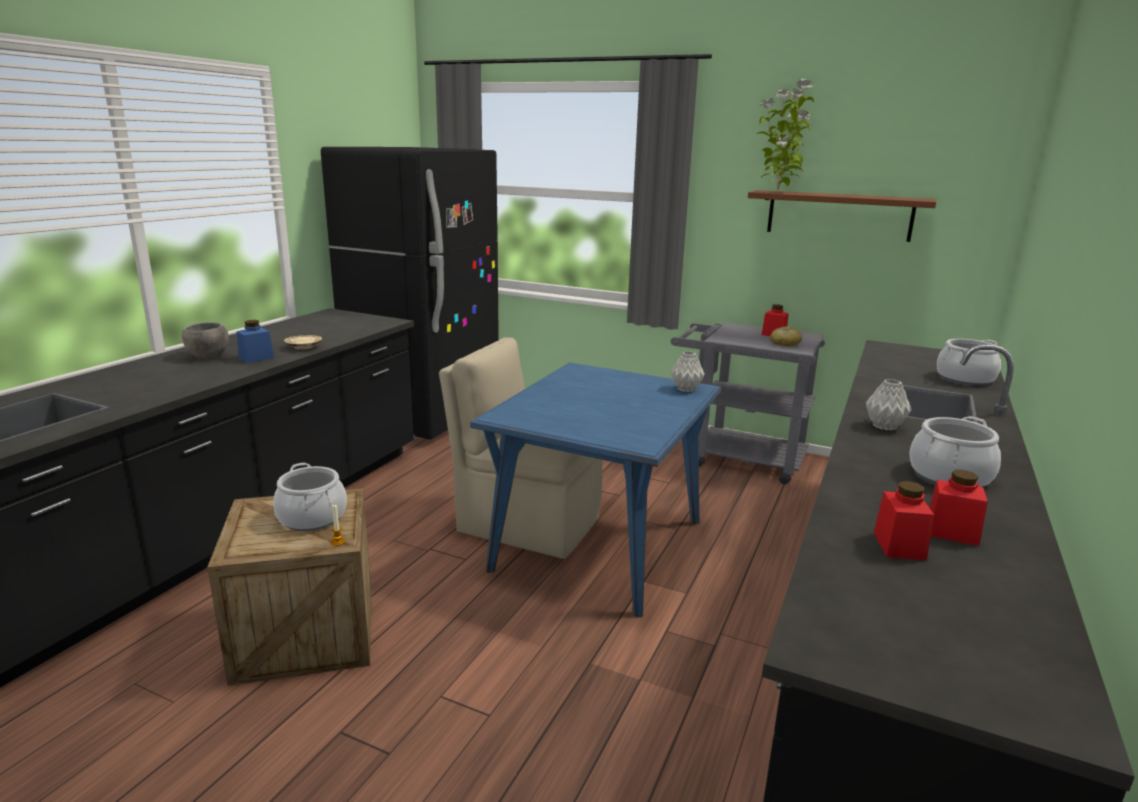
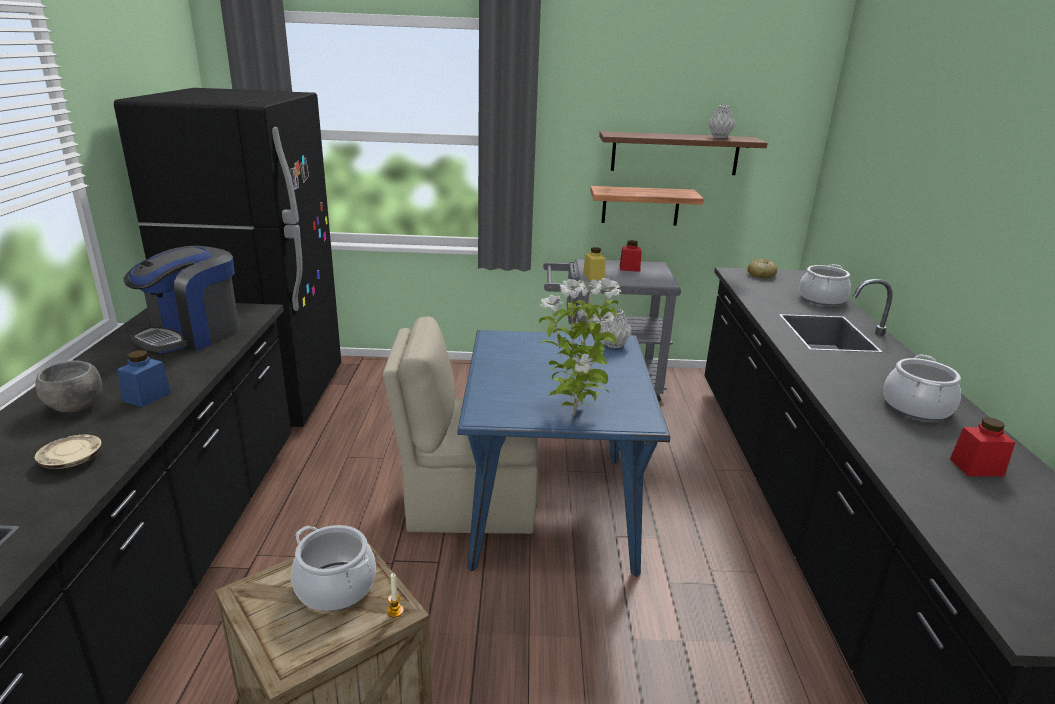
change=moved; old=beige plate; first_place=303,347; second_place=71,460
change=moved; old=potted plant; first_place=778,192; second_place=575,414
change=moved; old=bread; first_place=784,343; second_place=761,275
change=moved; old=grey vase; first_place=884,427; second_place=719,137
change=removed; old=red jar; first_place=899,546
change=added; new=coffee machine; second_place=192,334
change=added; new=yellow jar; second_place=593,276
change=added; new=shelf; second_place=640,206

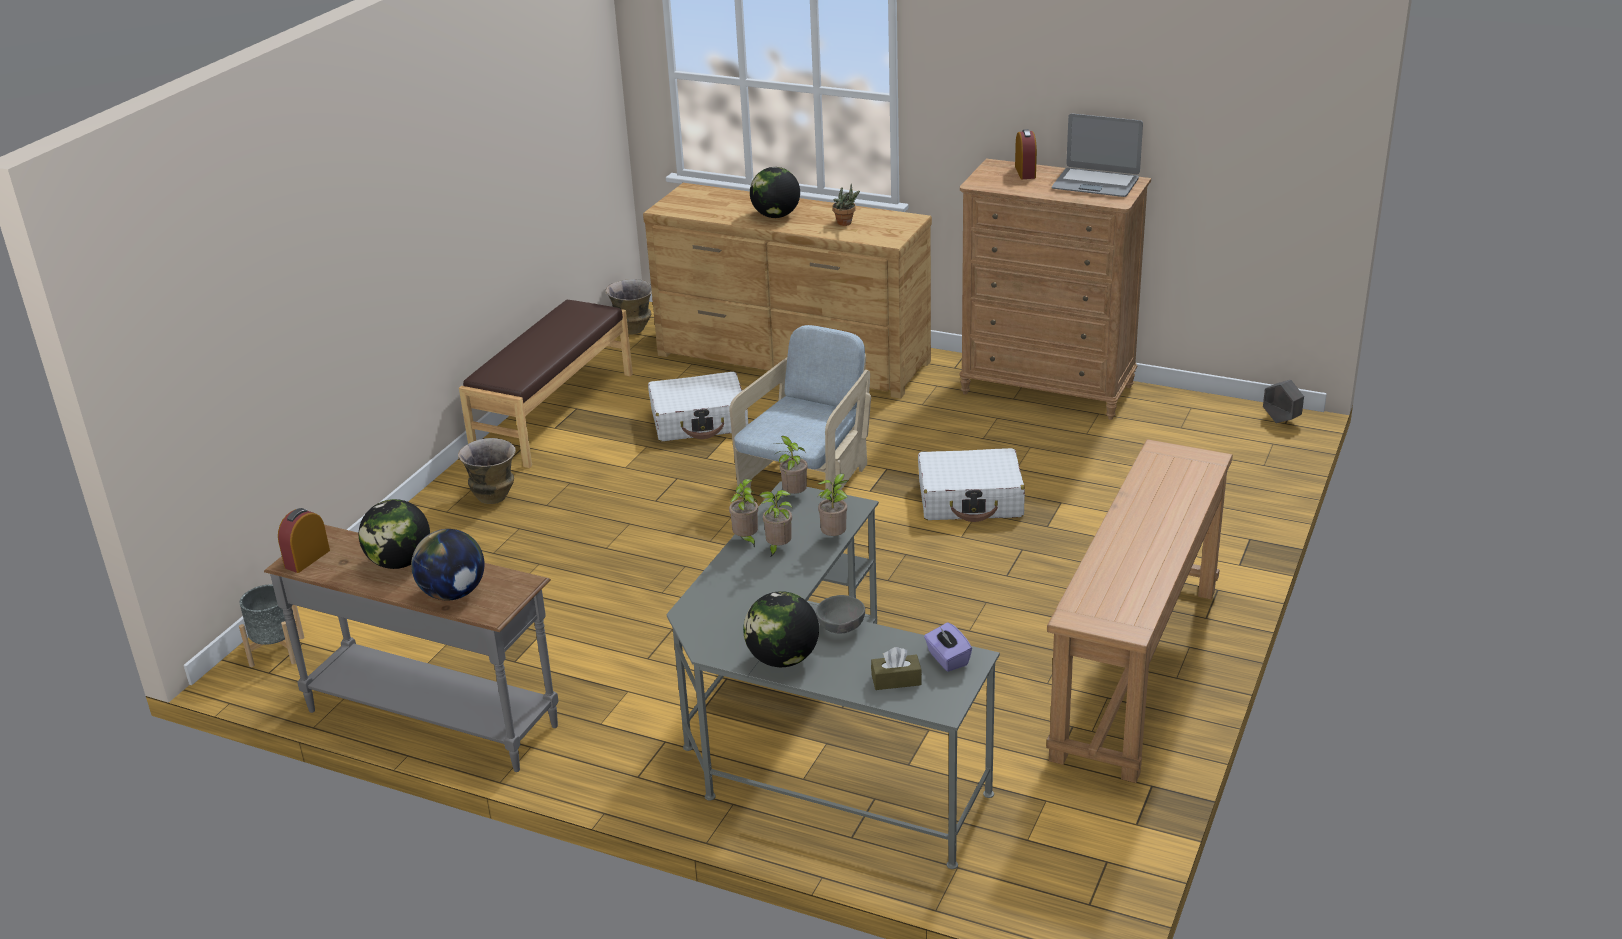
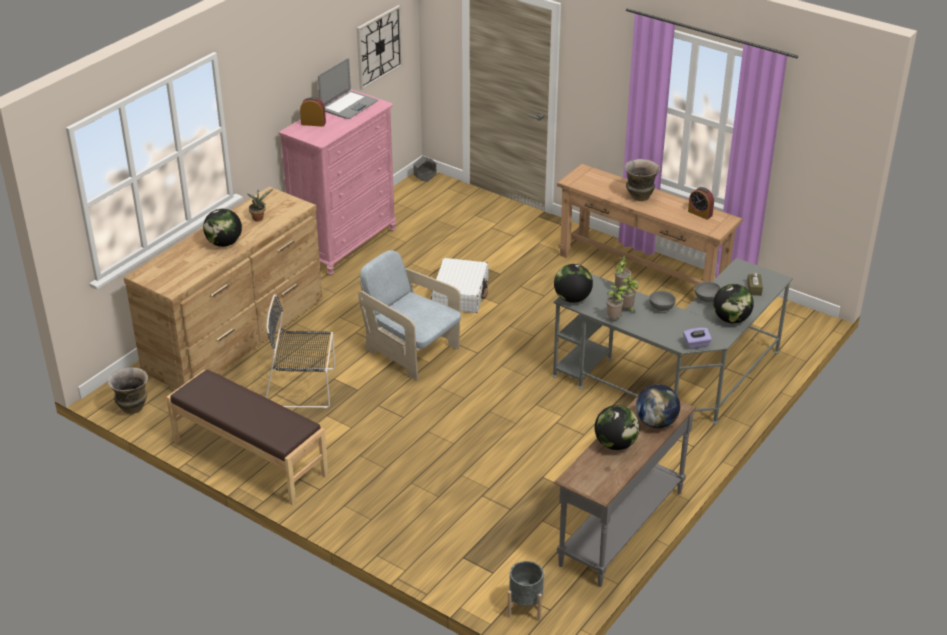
change=moved; old=alarm clock; first_place=307,559; second_place=700,213
change=moved; old=vase; first_place=494,497; second_place=639,196
change=replaced; old=white suitcase; new=black chair; first_place=699,421; second_place=303,388
change=replaced; old=potted plant; new=globe; first_place=793,496; second_place=572,299
change=moved; old=purple tissue box; first_place=947,659; second_place=696,344
change=recoloured; old=brown dresser; new=pink dresser; first_place=1047,389; second_place=345,245
change=added; new=wall clock; second_place=379,47
change=added; new=grey bowl; second_place=660,307

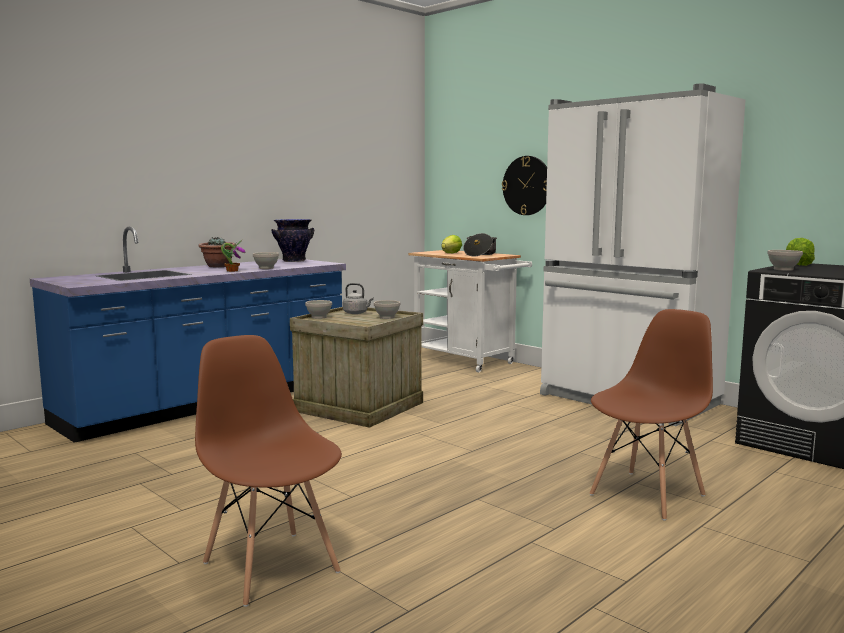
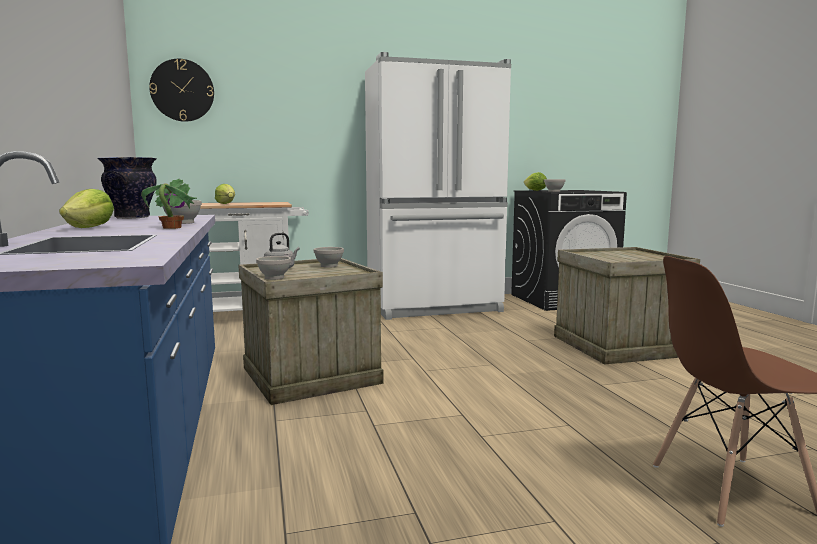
change=replaced; old=potted plant; new=lettuce; first_place=218,266; second_place=90,228
change=removed; old=cooking pot; first_place=480,254
change=moved; old=wall clock; first_place=527,185; second_place=182,90
change=replaced; old=brown chair; new=crate; first_place=648,495; second_place=619,345

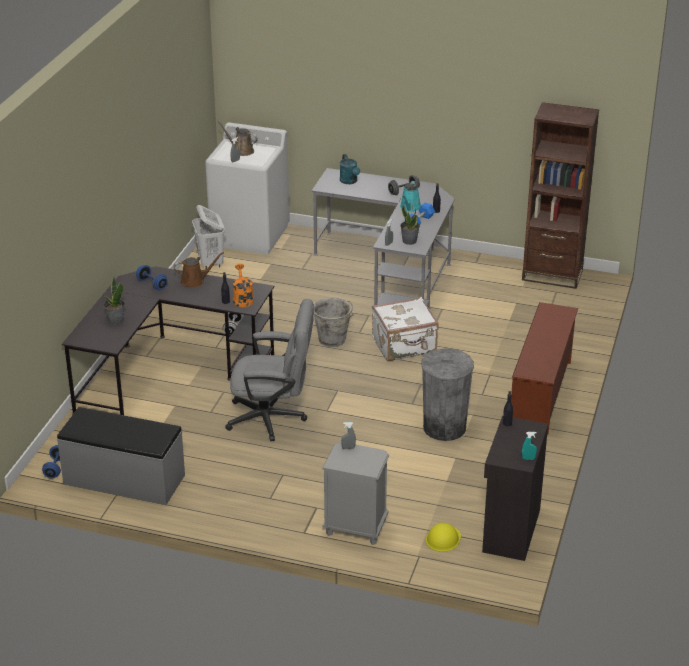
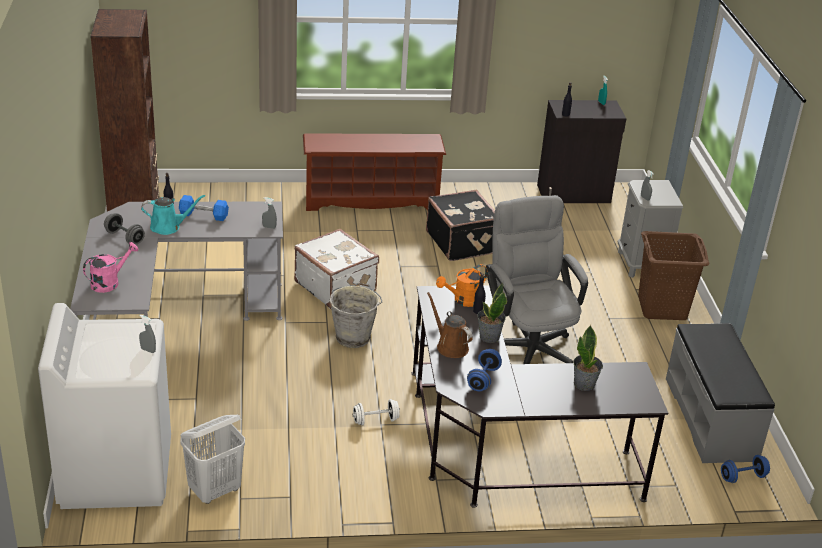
change=removed; old=brown watering can; first_place=241,151
change=recoloured; old=turquoise watering can; new=pink watering can; first_place=350,181; second_place=109,282
change=moved; old=potted plant; first_place=409,241; second_place=489,337
change=replaced; old=grey trash can; new=black suitcase; first_place=444,427; second_place=462,242
change=removed; old=yellow hard hat; first_place=443,538
change=added; new=brown laundry basket; second_place=662,308

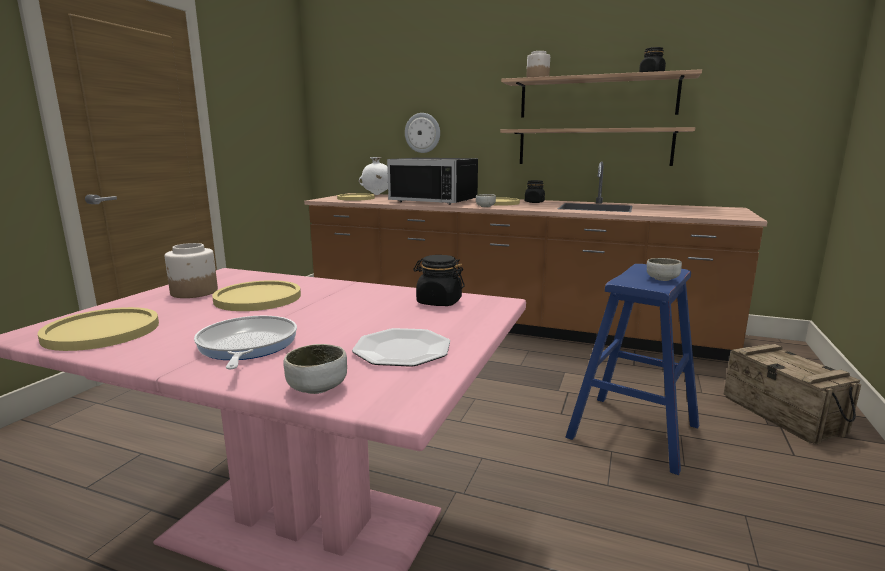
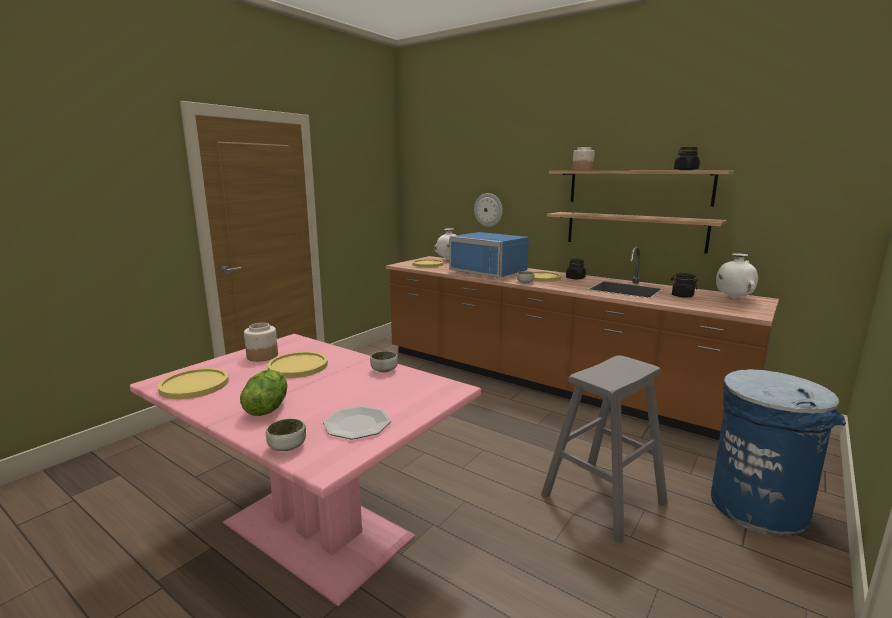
change=replaced; old=frying pan; new=lettuce; first_place=246,346; second_place=267,408
change=recoloured; old=black microwave; new=blue microwave; first_place=437,200; second_place=491,271
change=moved; old=black jar; first_place=438,302; second_place=682,296
change=recoloured; old=blue stool; new=grey stool; first_place=633,431; second_place=603,499
change=moved; old=bowl; first_place=662,279; second_place=384,370
change=replaced; old=crate; new=blue trash can; first_place=782,414; second_place=758,506
change=added; new=white vase; second_place=733,298

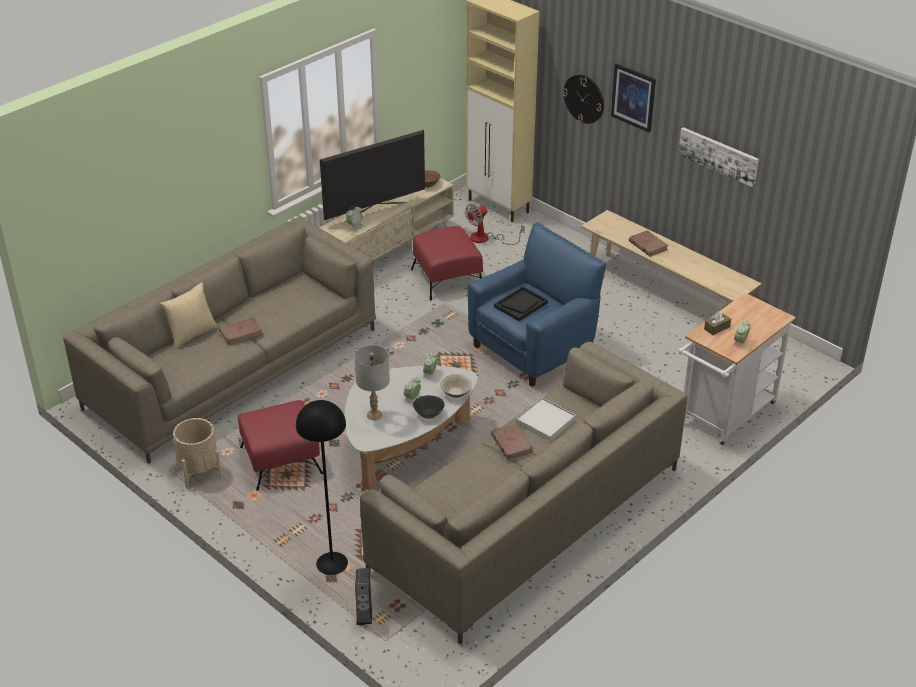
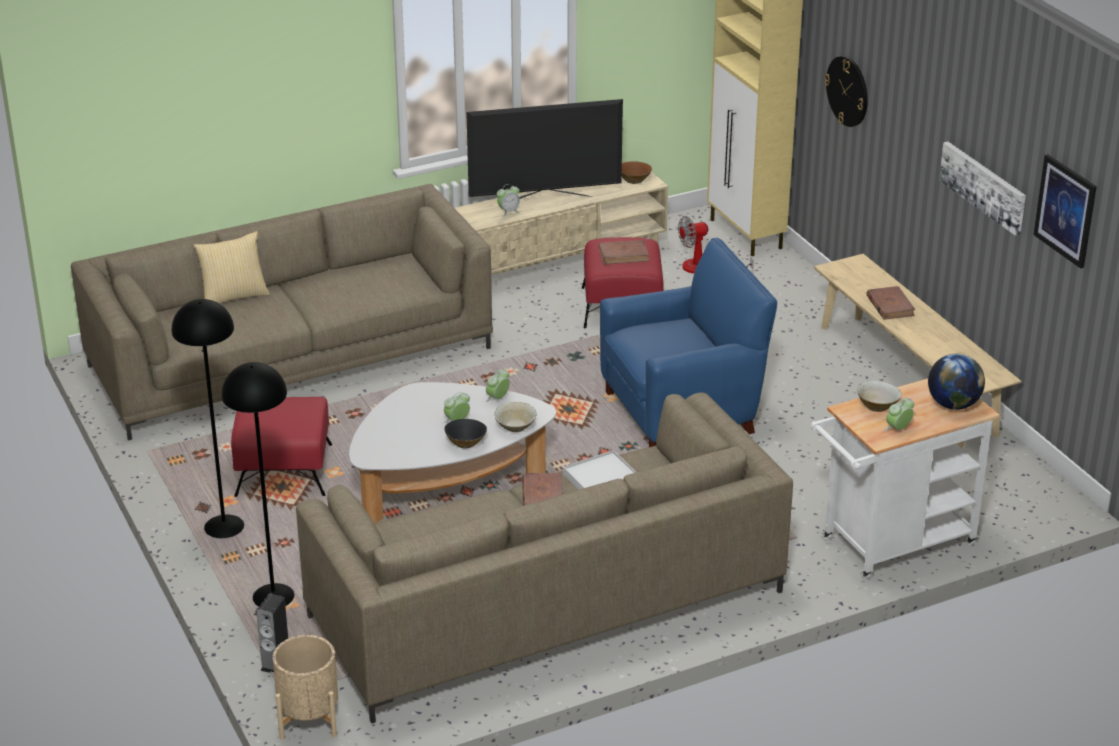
change=moved; old=beige planter; first_place=199,472; second_place=309,719
change=moved; old=brown book; first_place=241,333; second_place=624,255
change=removed; old=grey table lamp; first_place=374,415
change=removed; old=black tray; first_place=521,305
change=moved; old=picture; first_place=633,97; second_place=1065,210
change=replaced; old=brown tissue box; new=beige bowl; first_place=717,328; second_place=877,406
change=added; new=black floor lamp; second_place=223,527
change=added; new=globe; second_place=953,404

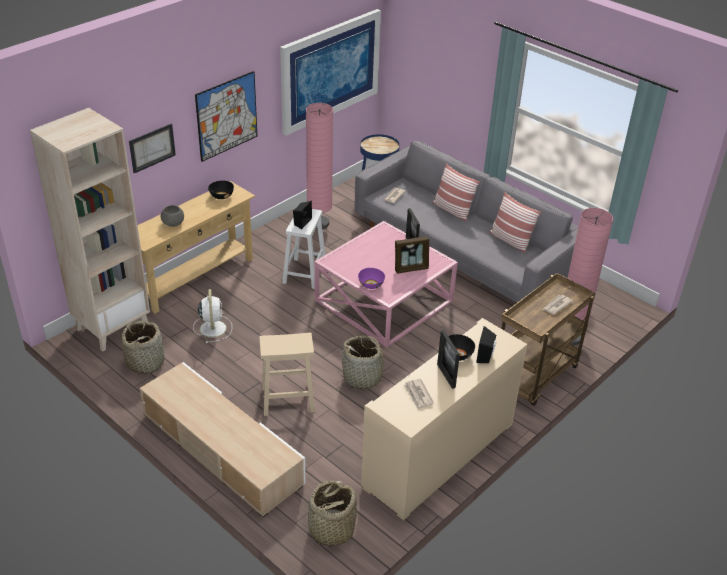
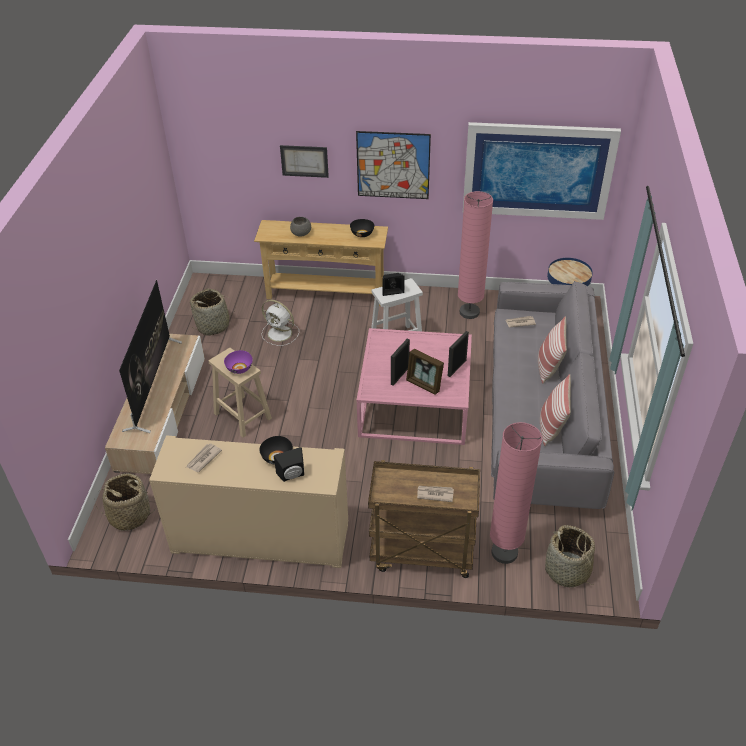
change=removed; old=beige bookcase; first_place=113,326
change=turned; old=white fan; first_place=213,328; second_place=280,334; degrees=75
change=moved; old=basket; first_place=363,377; second_place=567,571
change=moved; old=purple bowl; first_place=371,284; second_place=239,368
change=moved; old=picture frame; first_place=446,376; second_place=400,376
change=added; new=television; second_place=153,384

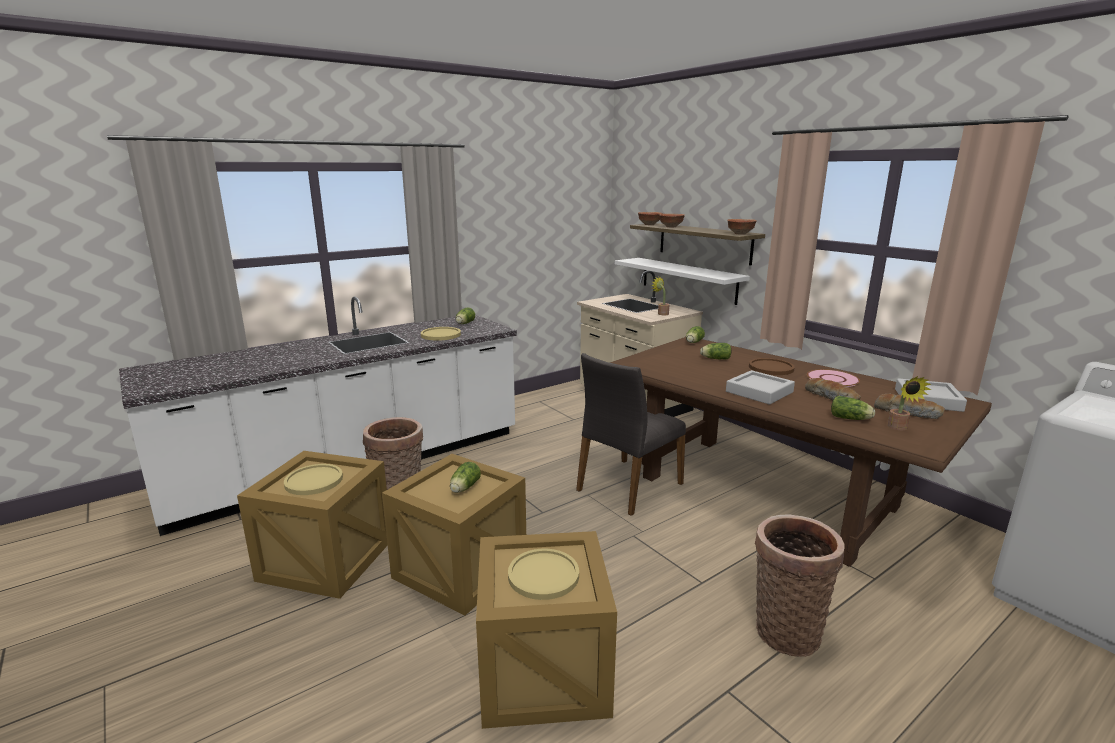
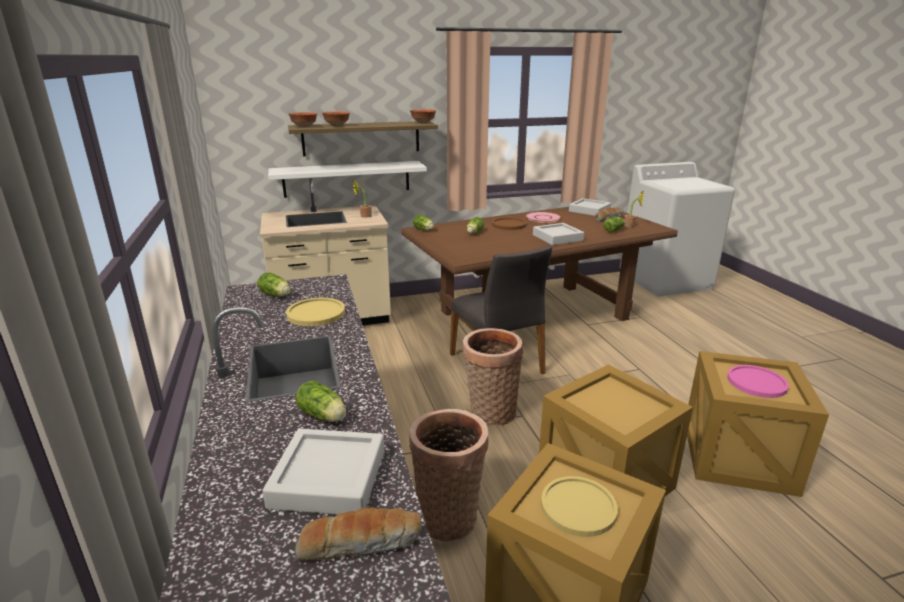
change=moved; old=lettuce; first_place=464,488; second_place=324,416
change=recoloured; old=yellow plate; new=pink plate; first_place=543,575; second_place=756,382
change=moved; old=basket; first_place=785,629; second_place=490,412
change=moved; old=bread; first_place=831,397; second_place=360,543
change=added; new=grey tray; second_place=329,478

